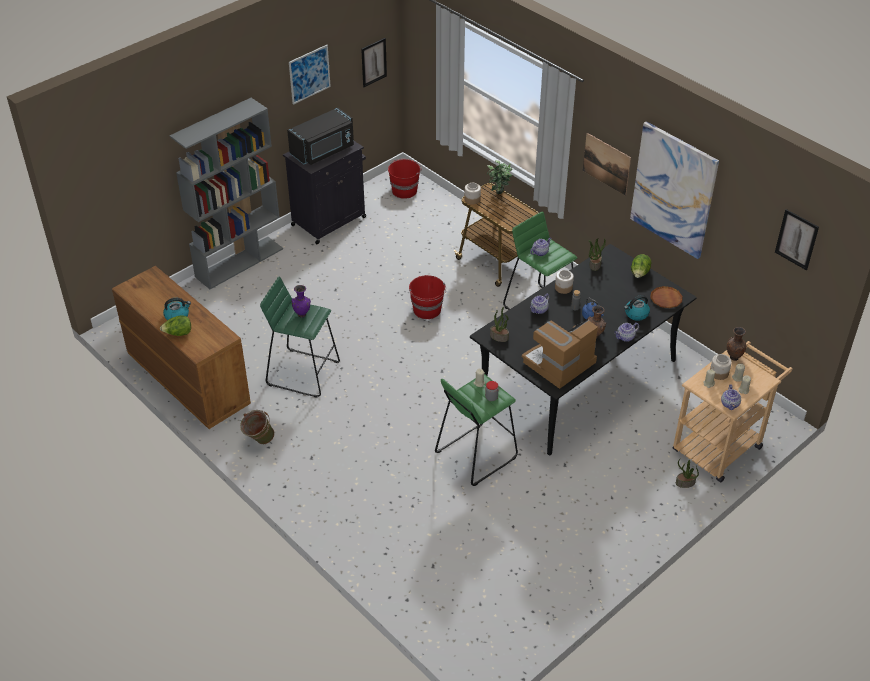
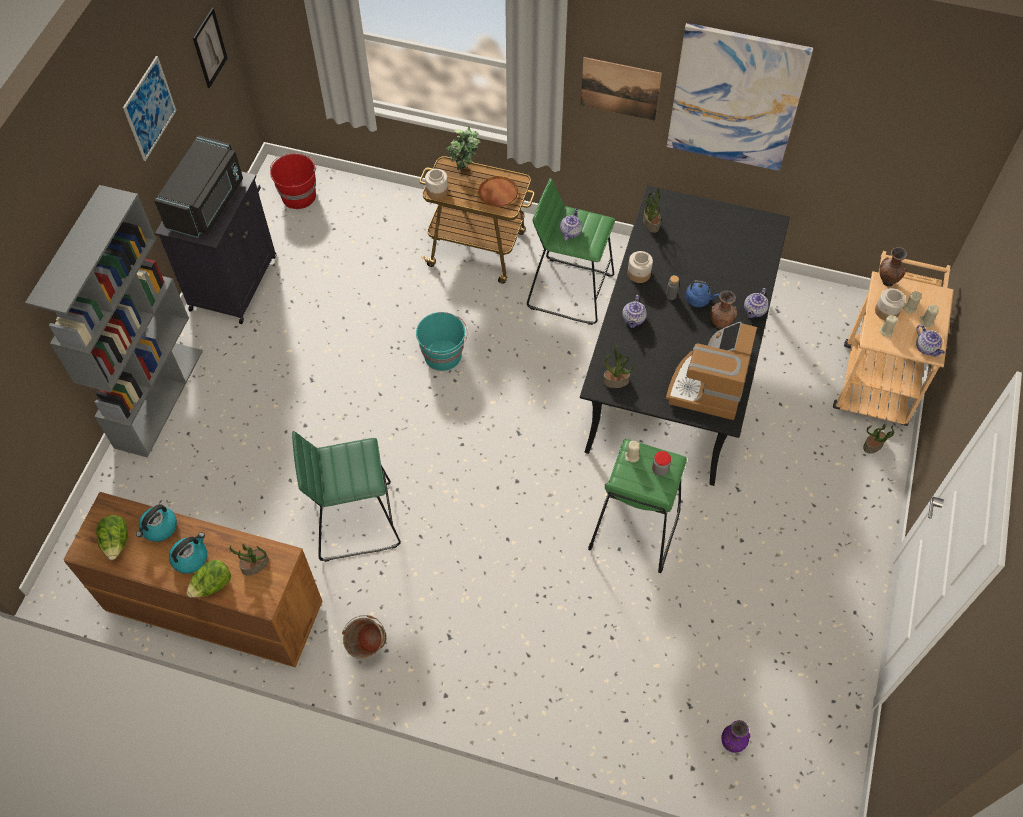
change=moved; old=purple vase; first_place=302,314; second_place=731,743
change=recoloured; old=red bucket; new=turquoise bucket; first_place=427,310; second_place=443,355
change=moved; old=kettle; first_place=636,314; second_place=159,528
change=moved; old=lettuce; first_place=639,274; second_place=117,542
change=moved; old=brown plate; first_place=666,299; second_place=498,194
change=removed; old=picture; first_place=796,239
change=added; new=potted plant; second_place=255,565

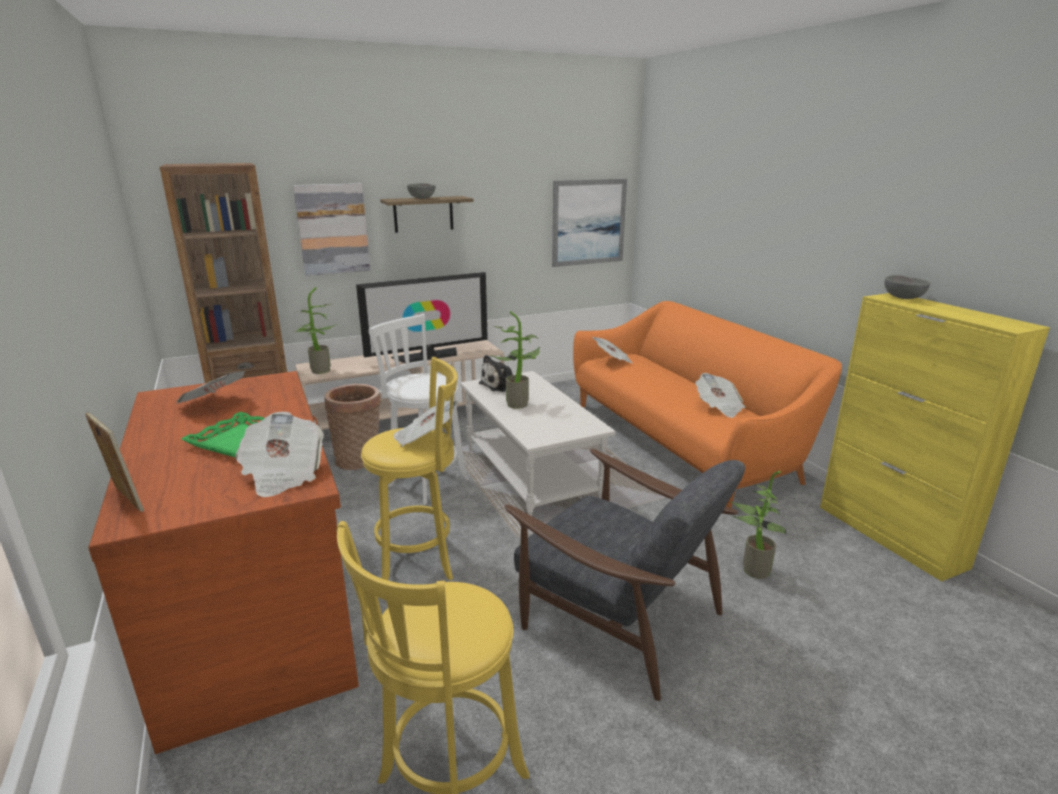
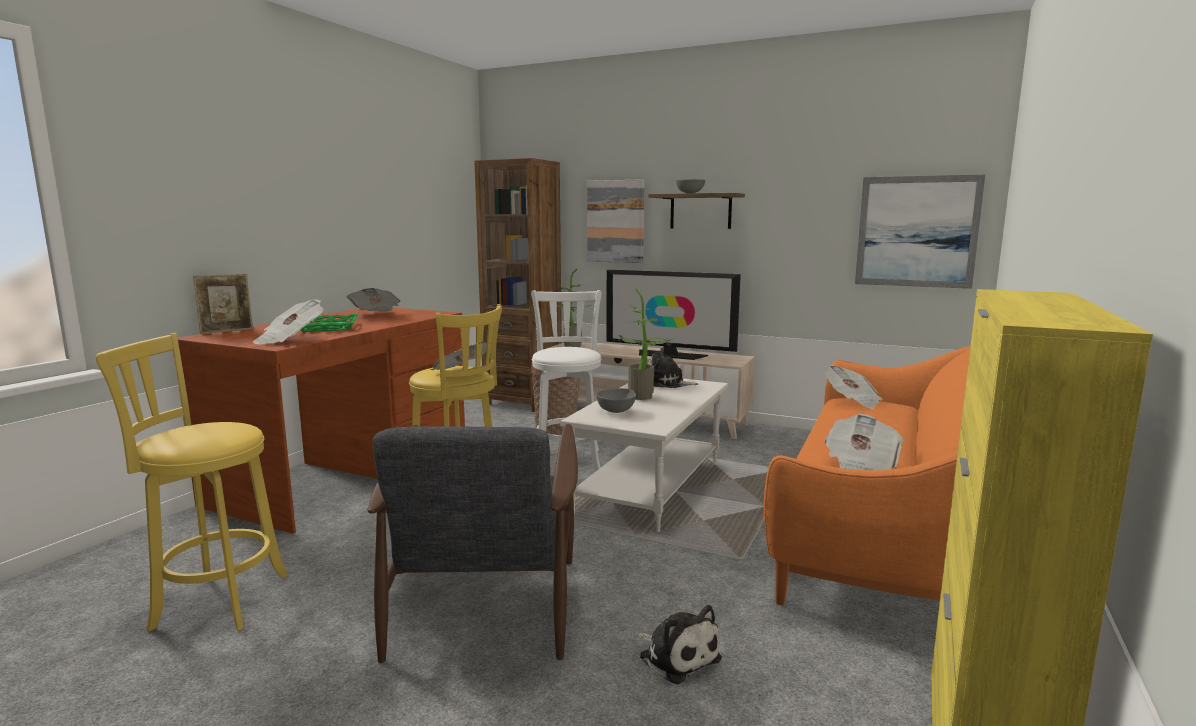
change=turned; old=picture frame; first_place=125,500; second_place=227,331; degrees=45
change=replaced; old=potted plant; new=plush toy; first_place=751,570; second_place=677,656
change=moved; old=grey bowl; first_place=903,298; second_place=617,411

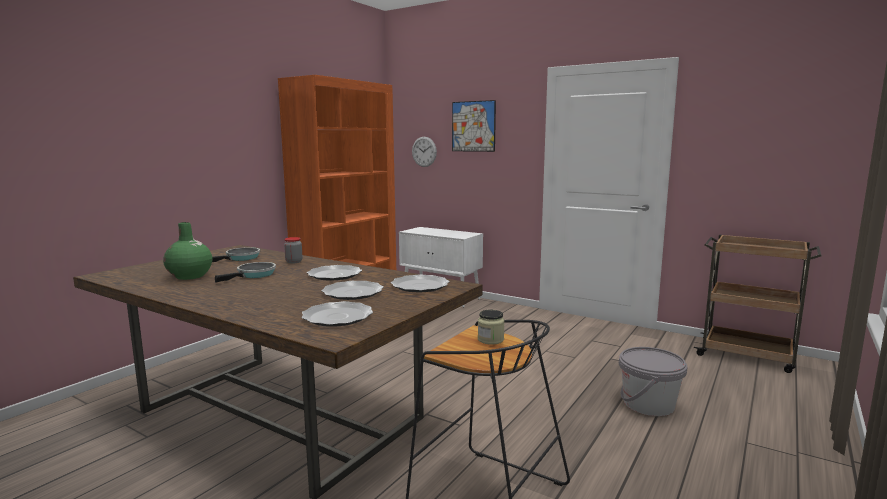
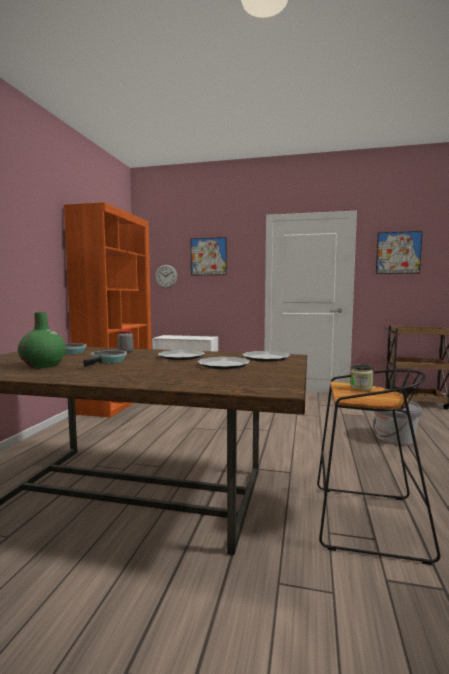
change=removed; old=plate; first_place=338,317
change=added; new=picture; second_place=398,252

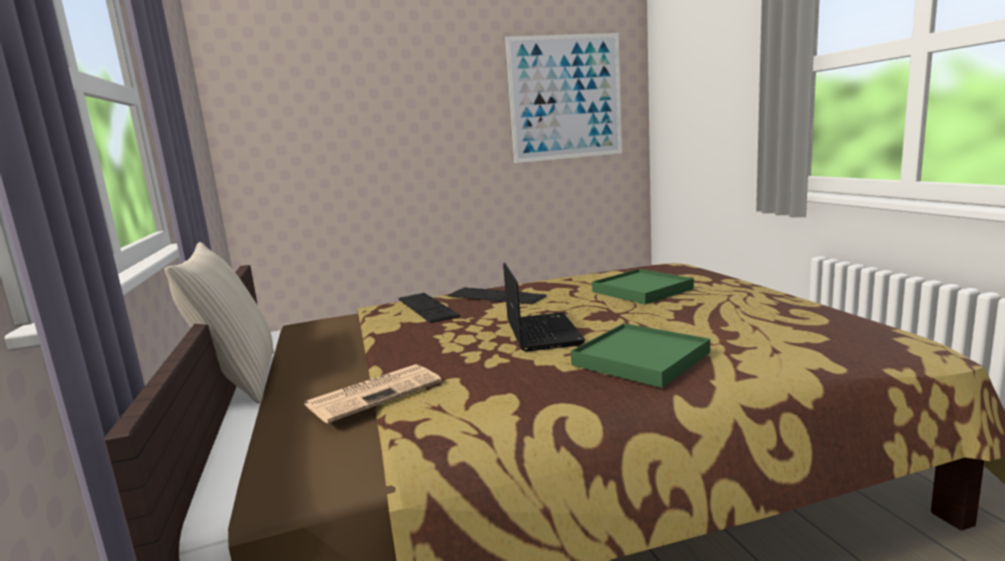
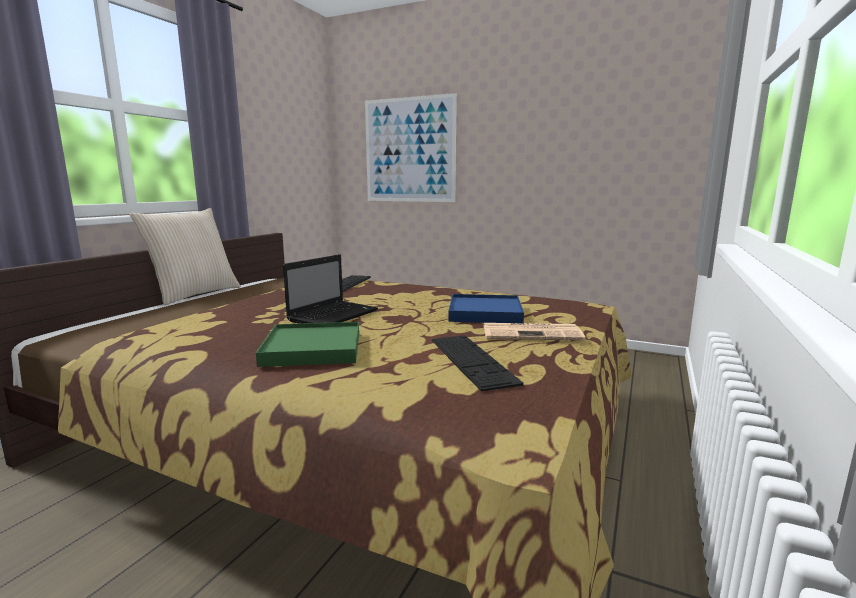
change=moved; old=newspaper; first_place=375,393; second_place=532,333
change=moved; old=keyboard; first_place=495,296; second_place=471,360
change=moved; old=picture; first_place=566,97; second_place=409,150
change=recoloured; old=green tray; new=blue tray; first_place=641,290; second_place=484,313

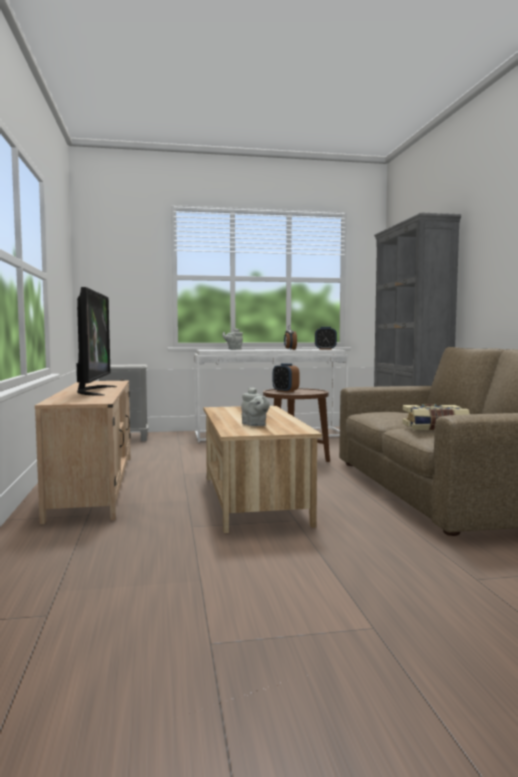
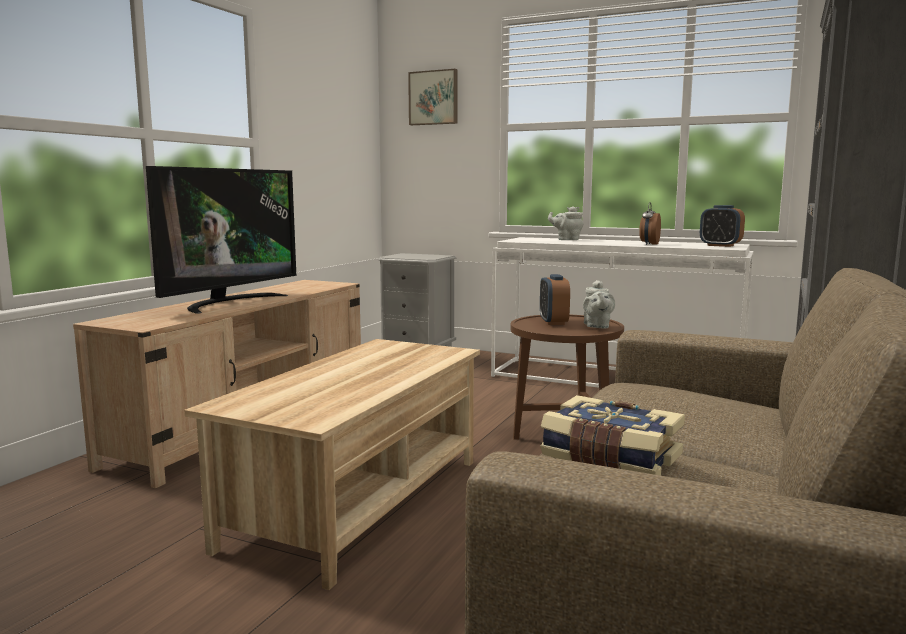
change=moved; old=grey teapot; first_place=255,425; second_place=597,326
change=added; new=picture; second_place=434,98

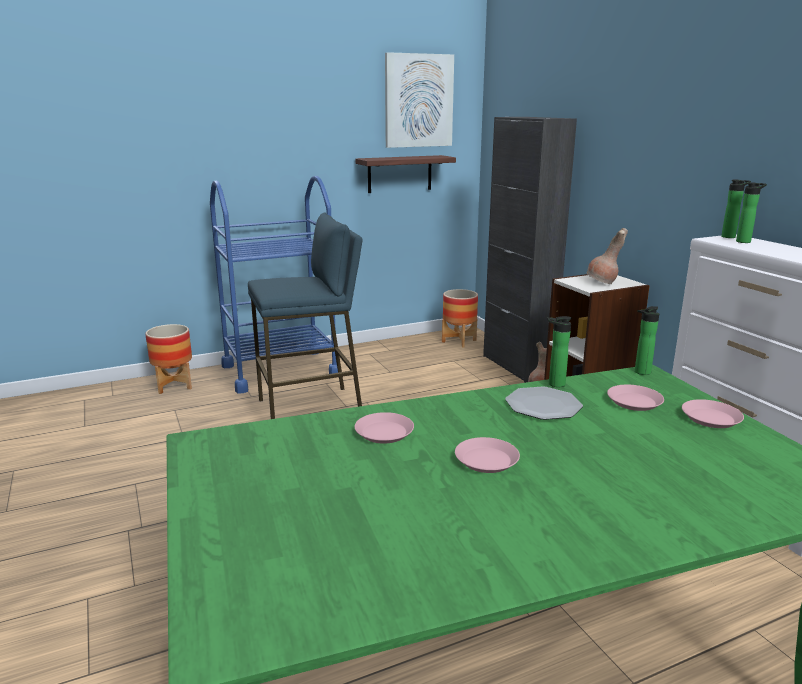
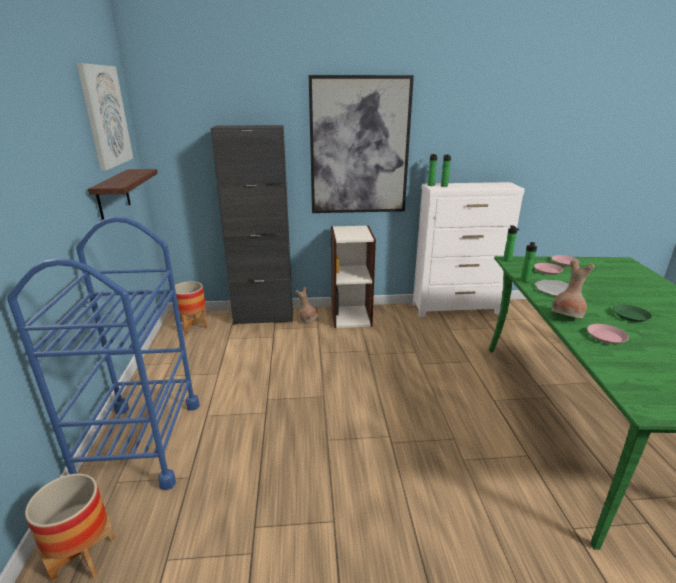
change=removed; old=blue stool; first_place=311,408
change=recoloured; old=pink plate; new=green plate; first_place=486,460; second_place=630,316
change=moved; old=brown vase; first_place=602,283; second_place=567,317
change=added; new=picture; second_place=359,147

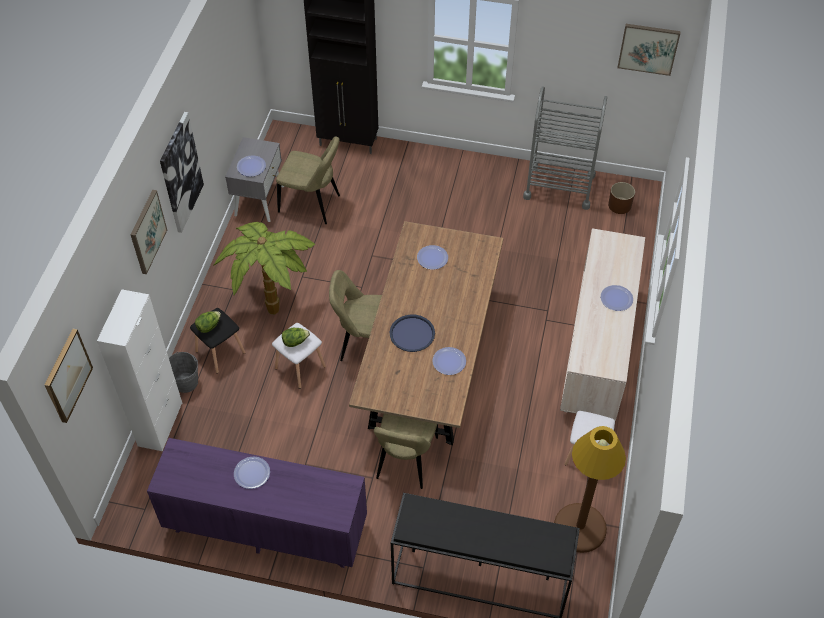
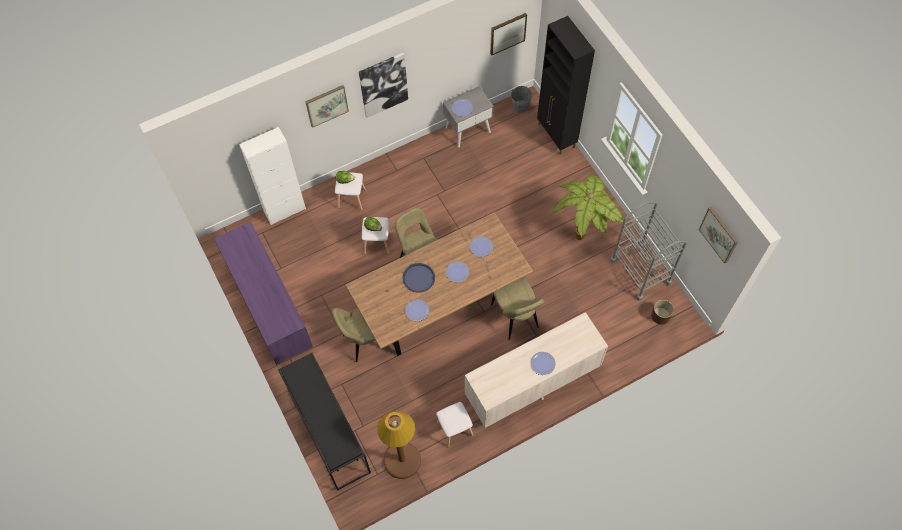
change=moved; old=picture; first_place=67,375; second_place=507,33
change=moved; old=grey bucket; first_place=186,382; second_place=520,106
change=recoloured; old=black stool; new=white stool; first_place=219,352; second_place=351,198
change=moved; old=potted plant; first_place=272,305; second_place=582,233
change=moved; old=plate; first_place=252,473; second_place=457,272
change=moved; old=beige chair; first_place=312,205; second_place=516,318

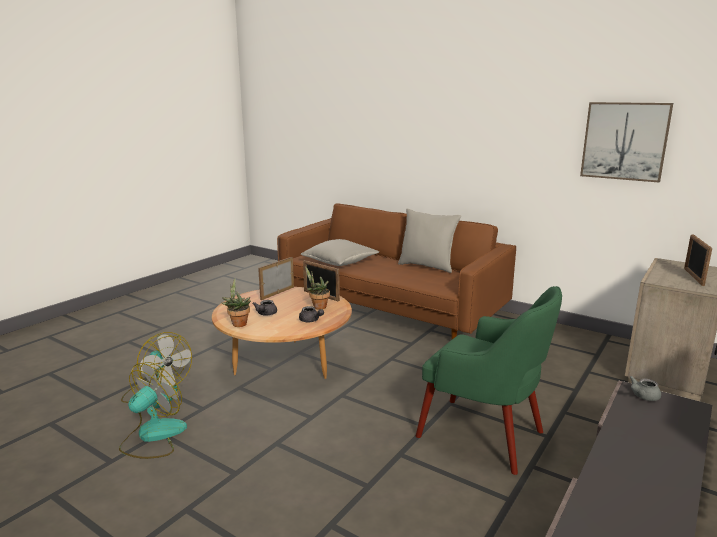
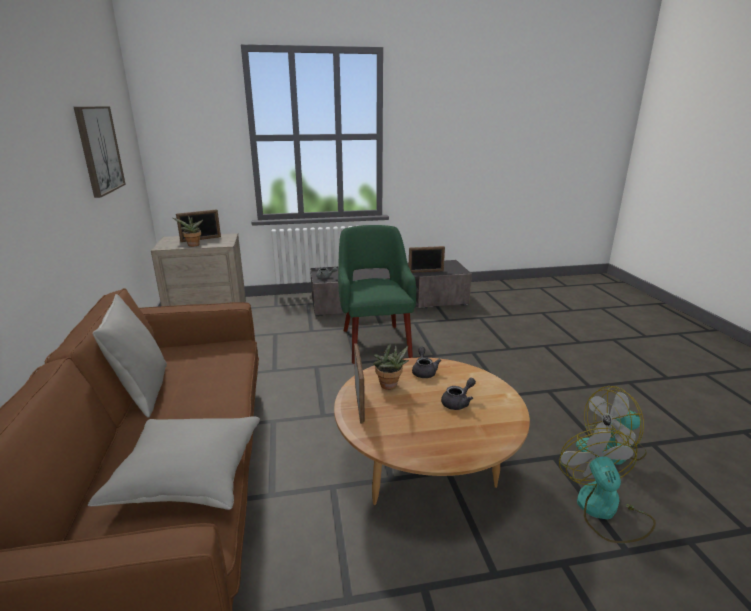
change=moved; old=potted plant; first_place=238,323; second_place=193,245
change=moved; old=picture frame; first_place=277,293; second_place=426,271

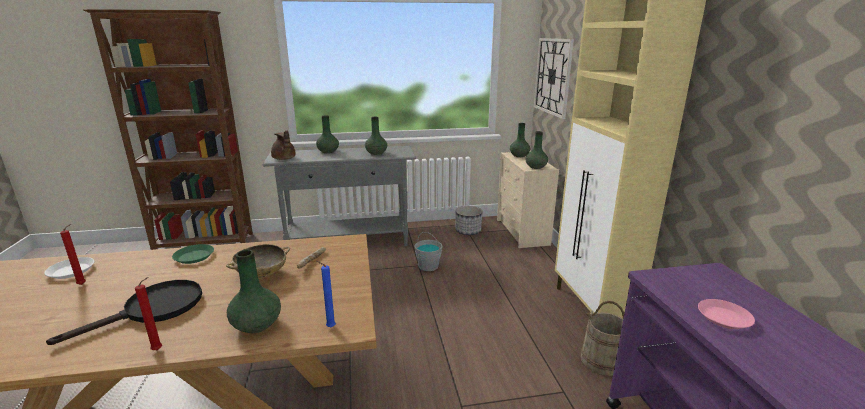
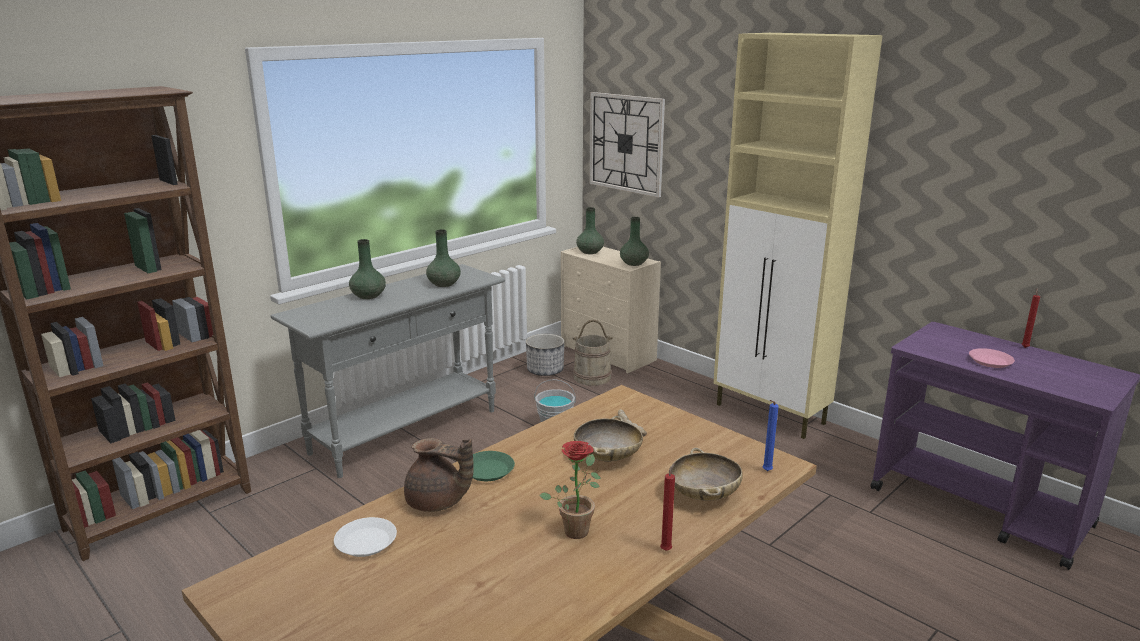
change=replaced; old=black frying pan; new=potted plant; first_place=153,310; second_place=576,528
change=moved; old=red candle; first_place=83,284; second_place=1025,347
change=replaced; old=green vase; new=beige bowl; first_place=256,324; second_place=703,495
change=moved; old=brown teapot; first_place=284,159; second_place=437,503
change=moved; old=beige bucket; first_place=602,360; second_place=592,377

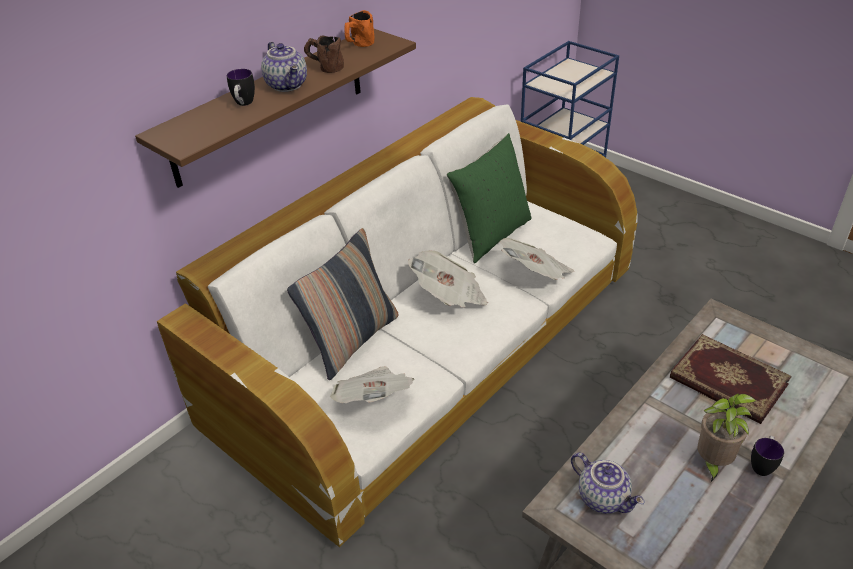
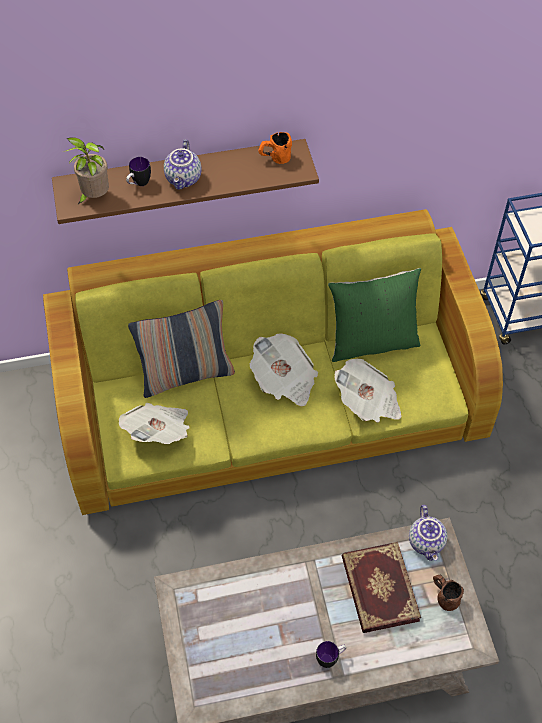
change=recoloured; old=white sofa; new=green sofa; first_place=430,347; second_place=272,404
change=moved; old=brown mug; first_place=324,67; second_place=443,596
change=moved; old=teapot; first_place=604,497; second_place=427,542
change=moved; old=potted plant; first_place=712,463; second_place=94,197

